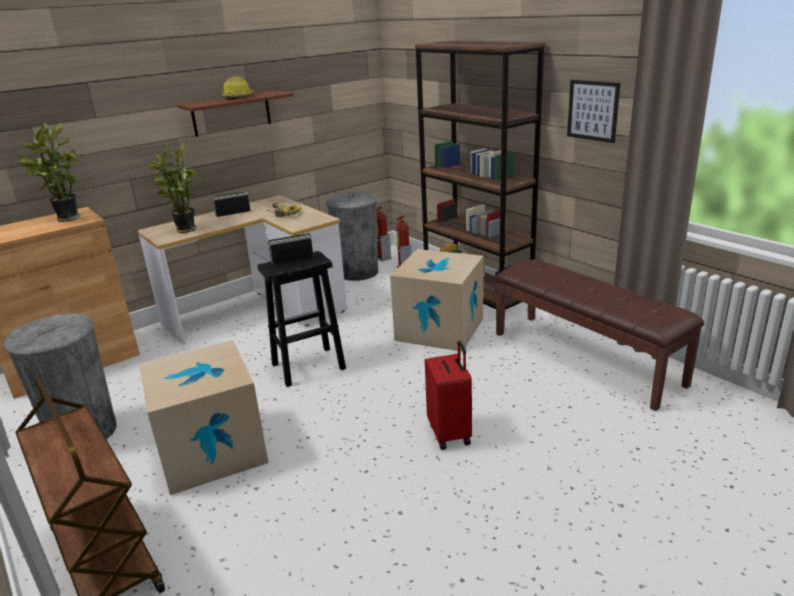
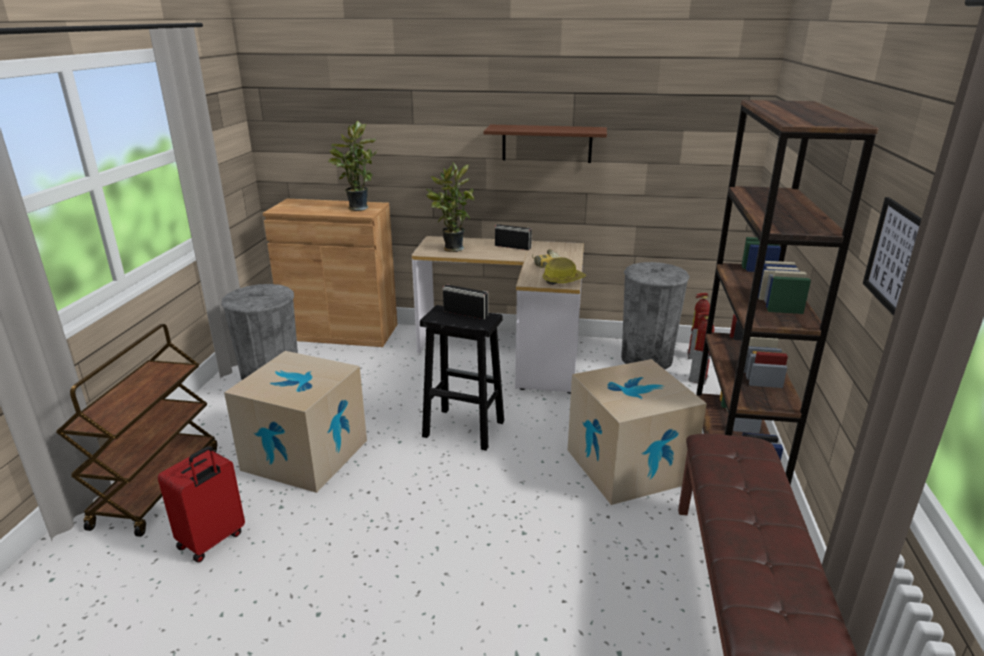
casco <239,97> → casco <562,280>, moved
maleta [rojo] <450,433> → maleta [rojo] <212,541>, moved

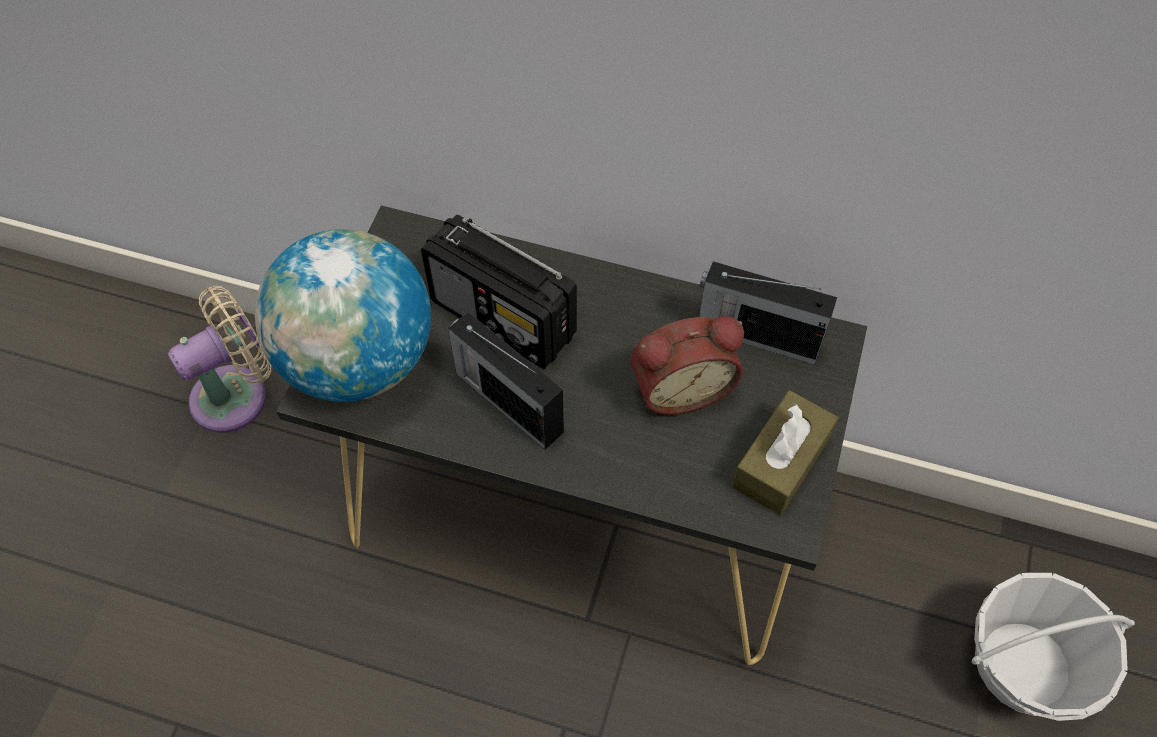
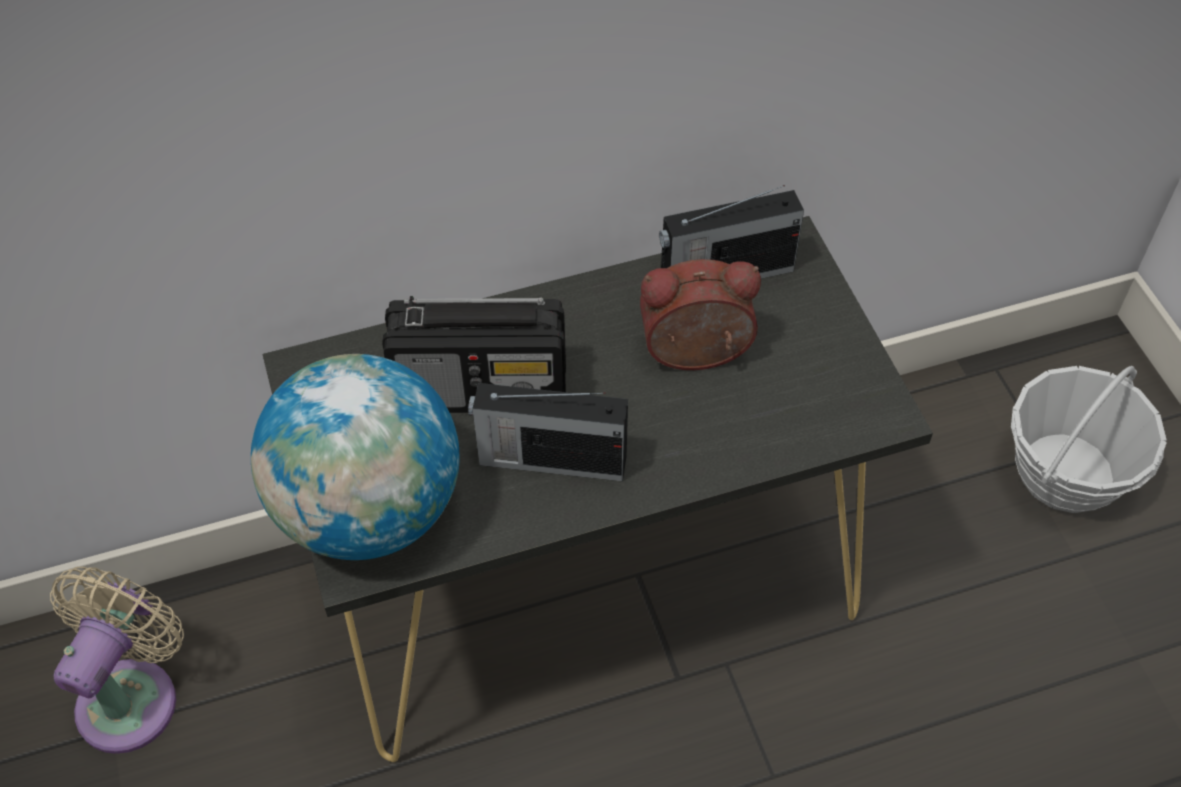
despertador <680,386> → despertador <696,355>, 135 degrees counterclockwise
caja de pañuelos [marrón] <781,462> → -

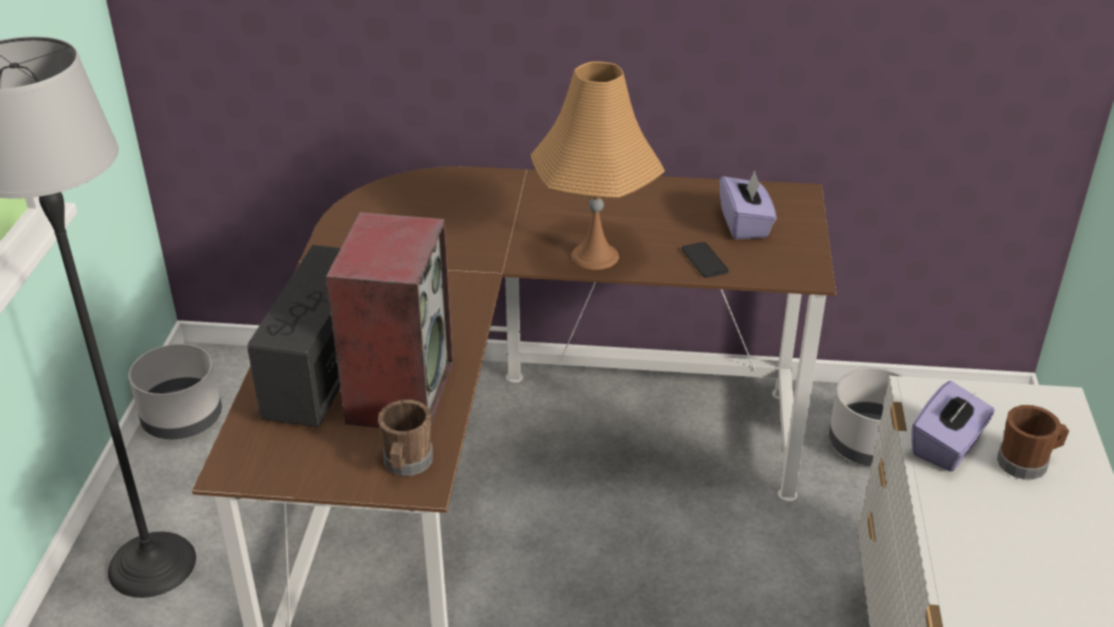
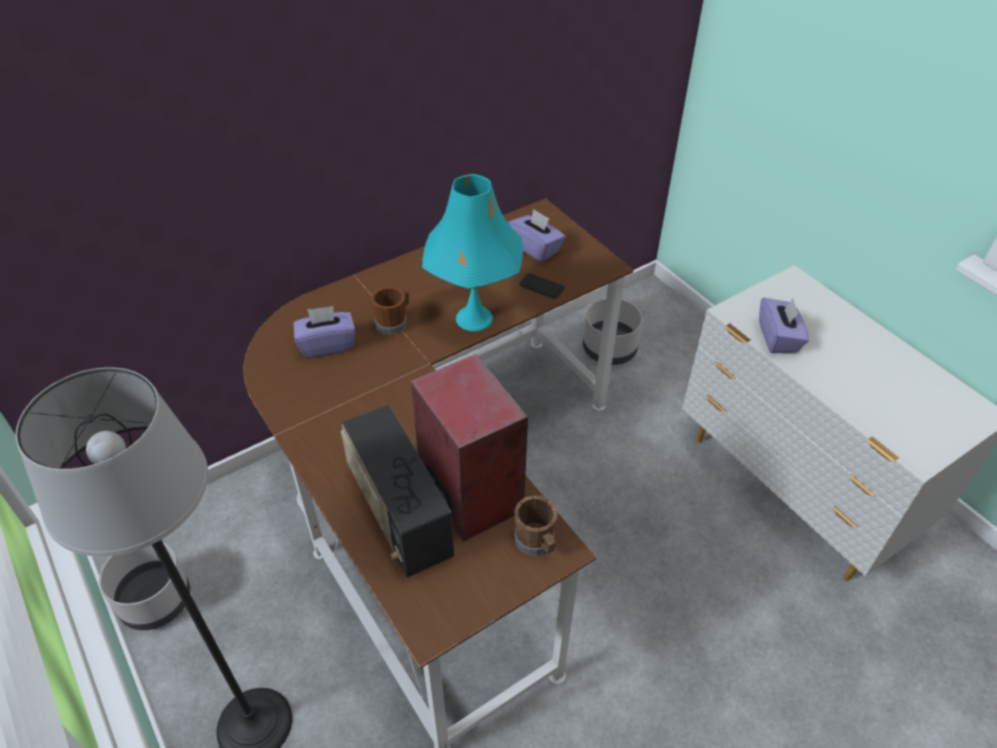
lámpara de mesa [naranja] <594,256> → lámpara de mesa [turquesa] <474,318>
taza grande [marrón] <1027,463> → taza grande [marrón] <394,322>, moved
- → caja de pañuelos [morado] <327,345>

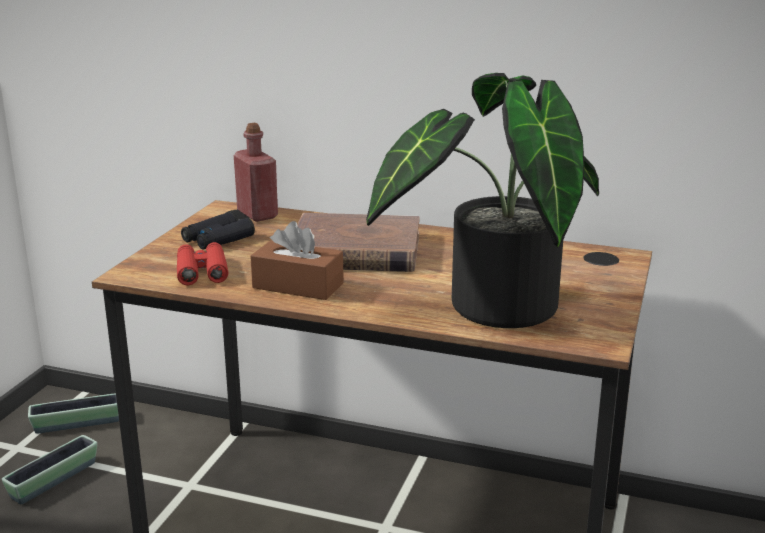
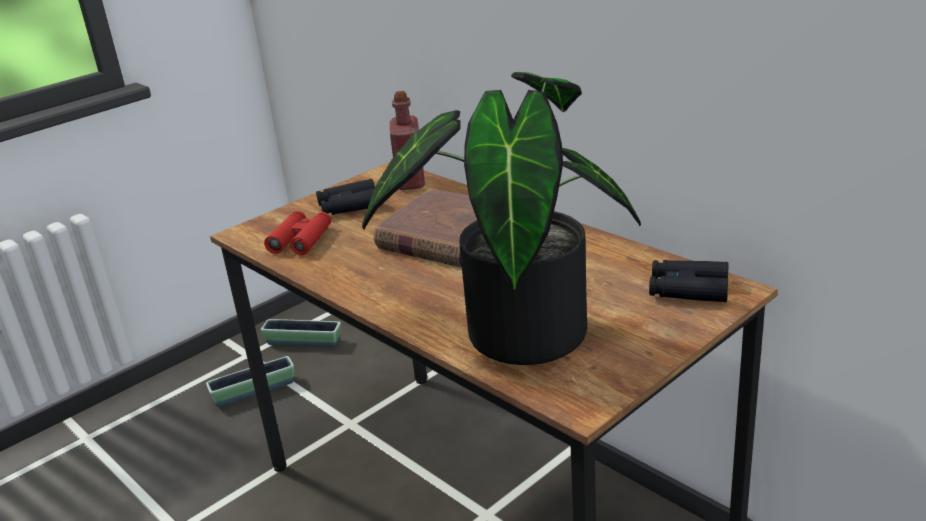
caja de pañuelos [marrón] <298,286> → -
- → prismáticos [negro] <688,289>

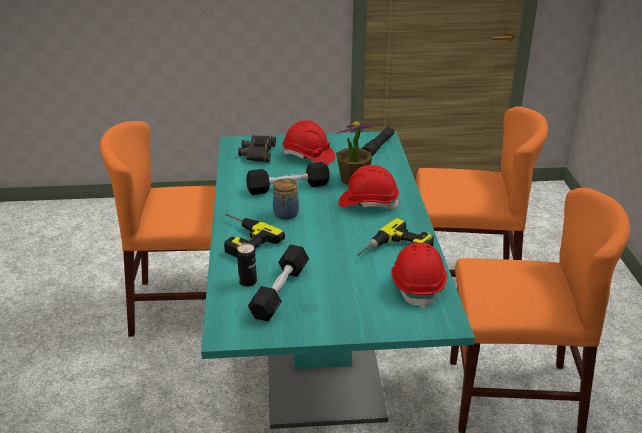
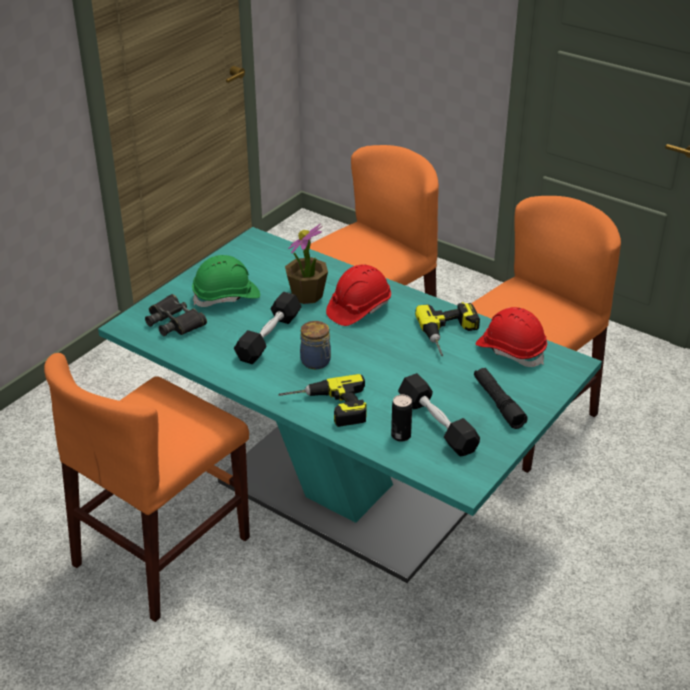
casco [rojo] <308,156> → casco [verde] <226,297>
linterna [negro] <377,147> → linterna [negro] <498,403>, moved

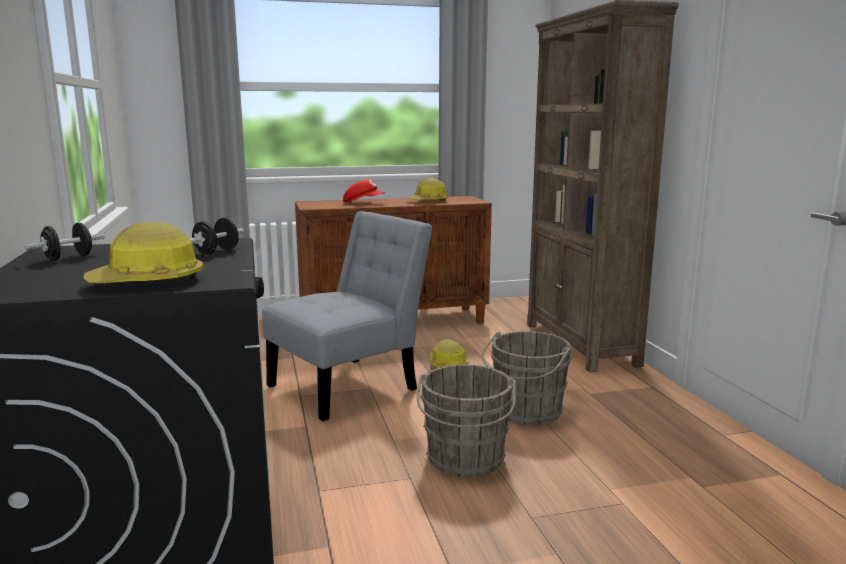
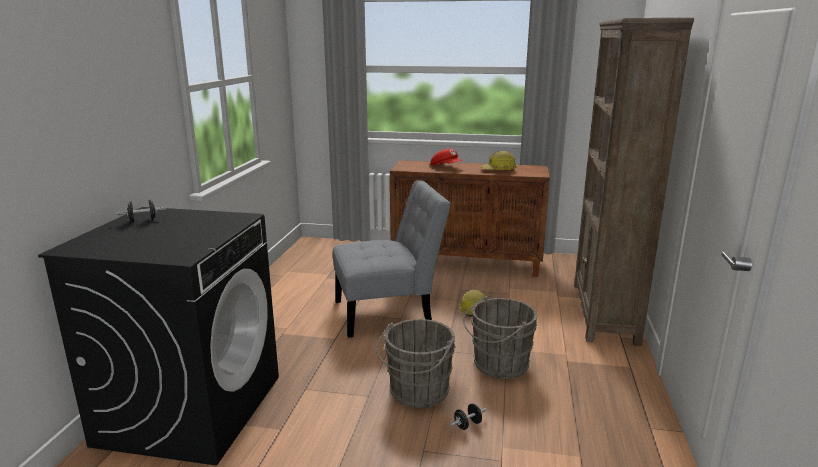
mancuerna [negro] <216,252> → mancuerna [negro] <467,425>, moved
casco <148,282> → -

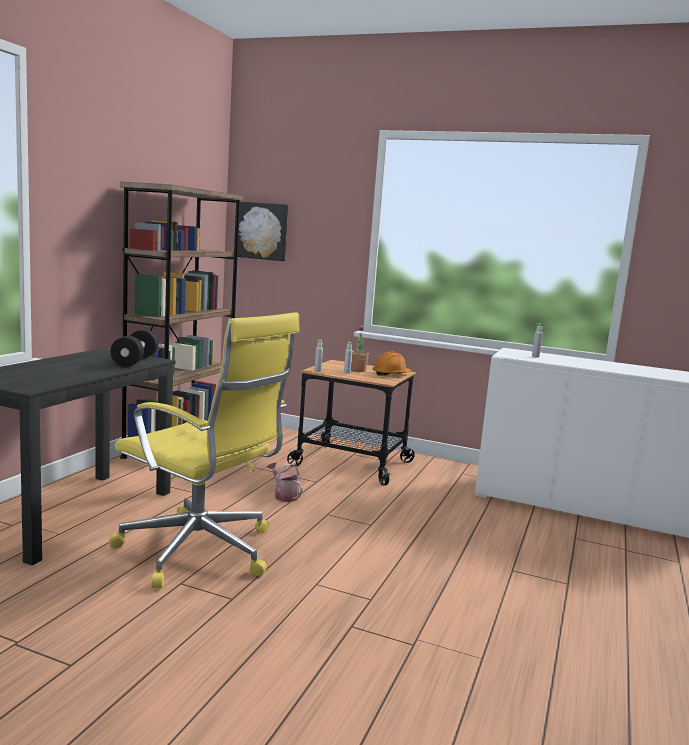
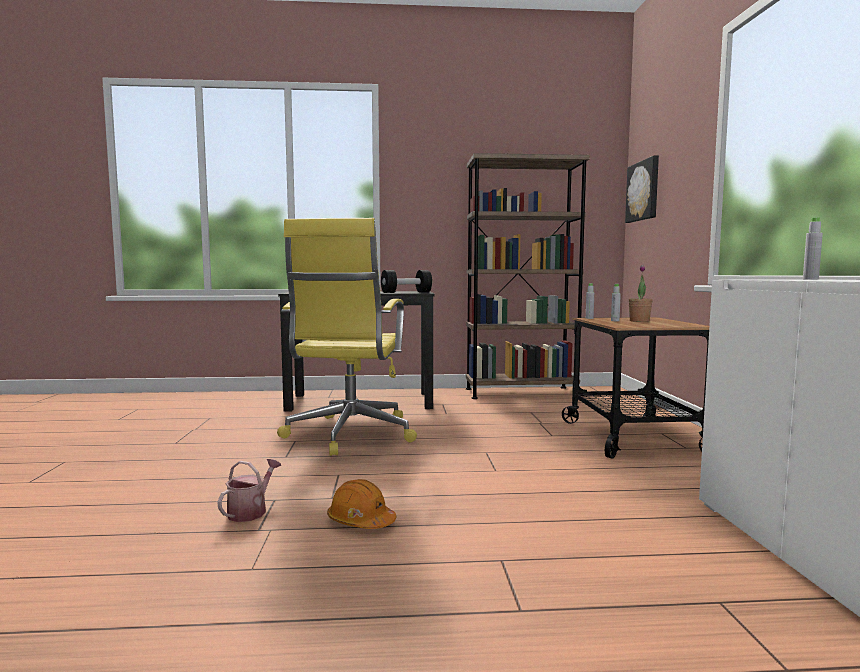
casco [naranja] <391,374> → casco [naranja] <360,521>, moved
regadera <284,496> → regadera <250,511>, moved

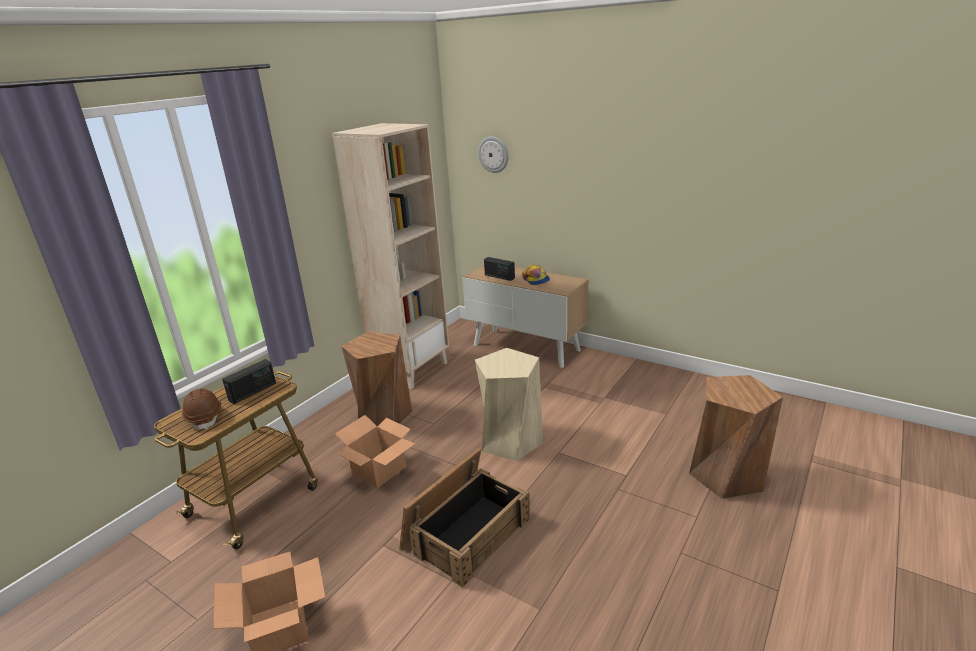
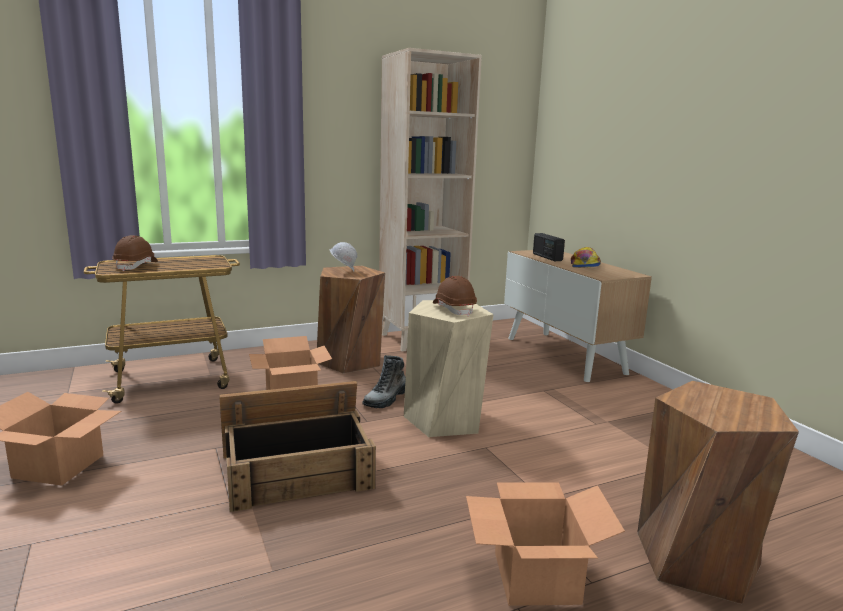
reloj de pared <493,154> → -
radio <253,392> → -
- → casco [blanco] <343,271>
- → casco [marrón] <454,309>
- → bota <386,399>
- → caja de cartón <537,578>

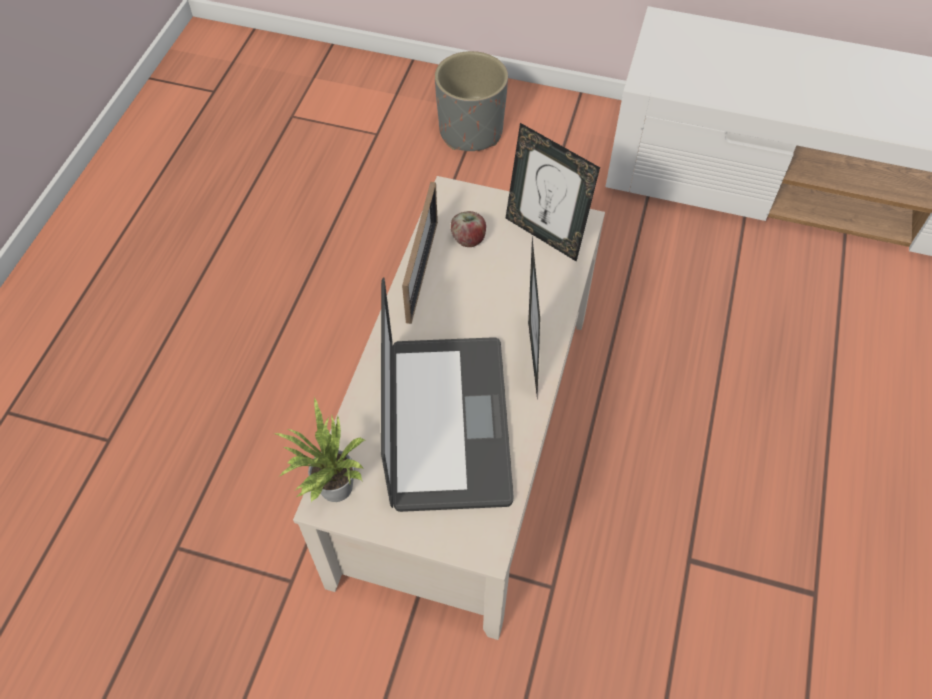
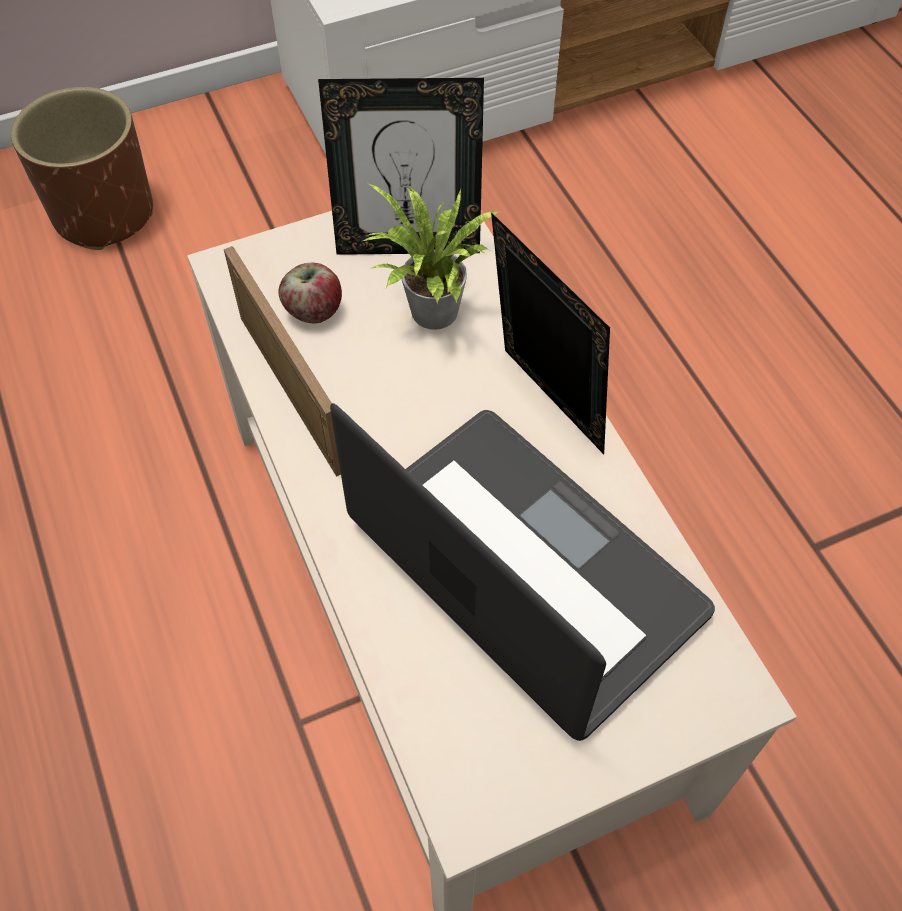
maceta [gris] <471,131> → maceta [marrón] <104,213>
planta en maceta <331,488> → planta en maceta <431,316>, moved

